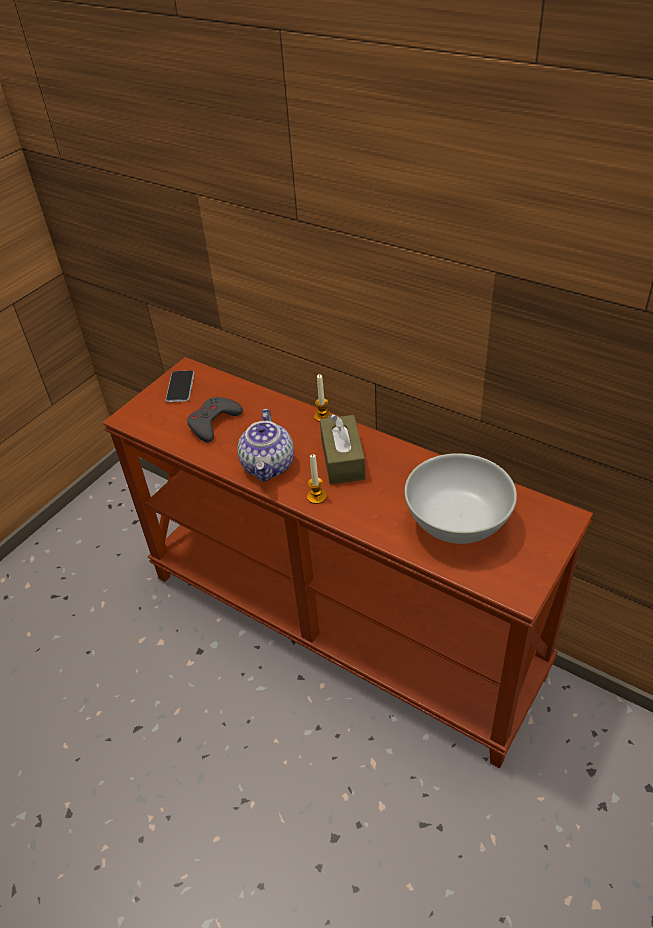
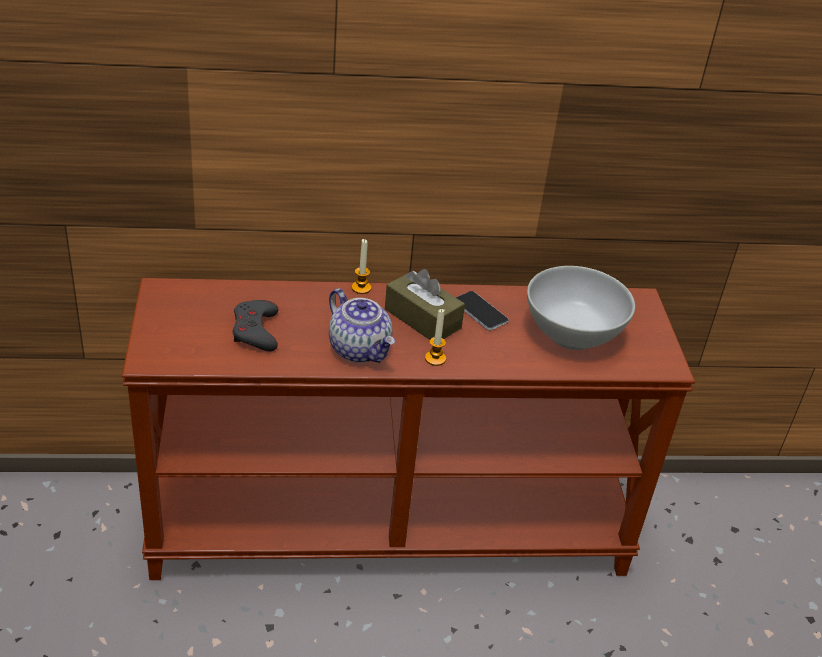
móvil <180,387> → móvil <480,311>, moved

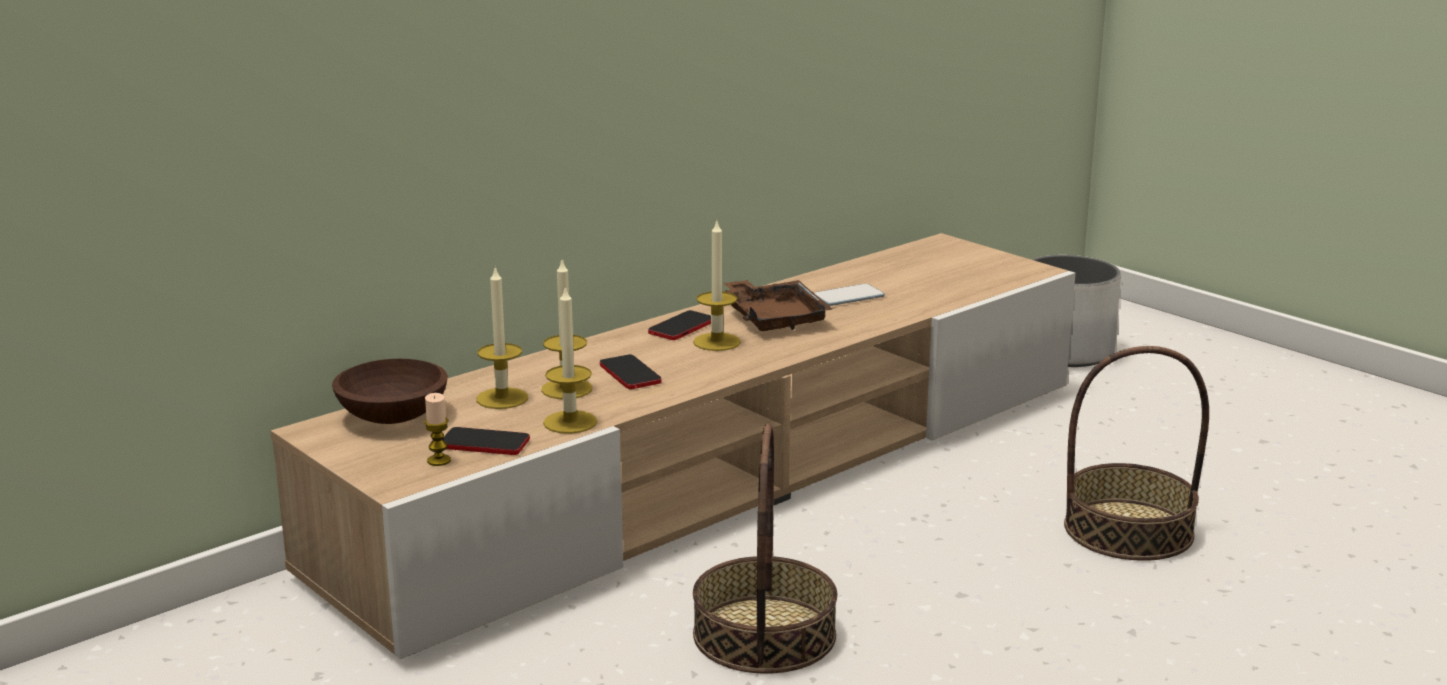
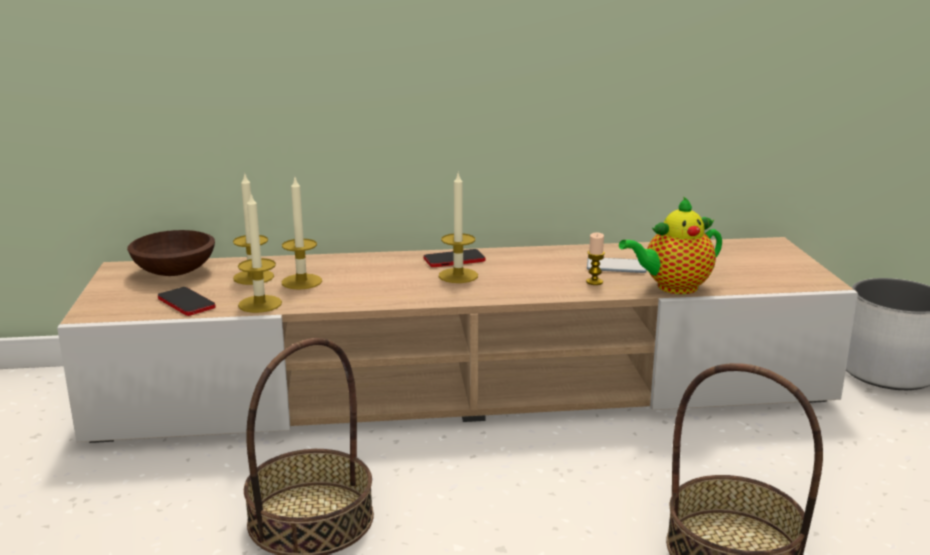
bandeja [marrón] <774,318> → -
móvil <630,374> → -
vela <439,460> → vela <594,282>, moved
- → tetera <673,287>

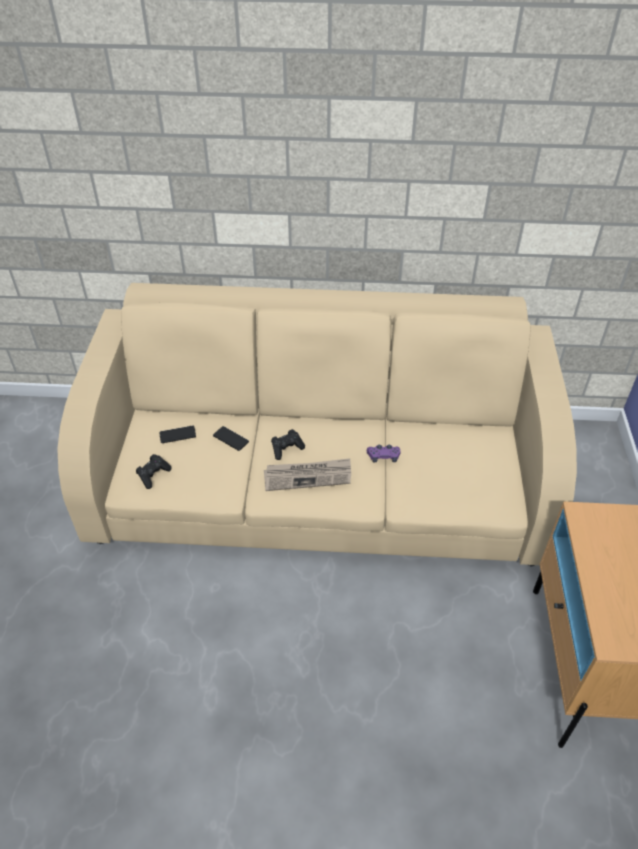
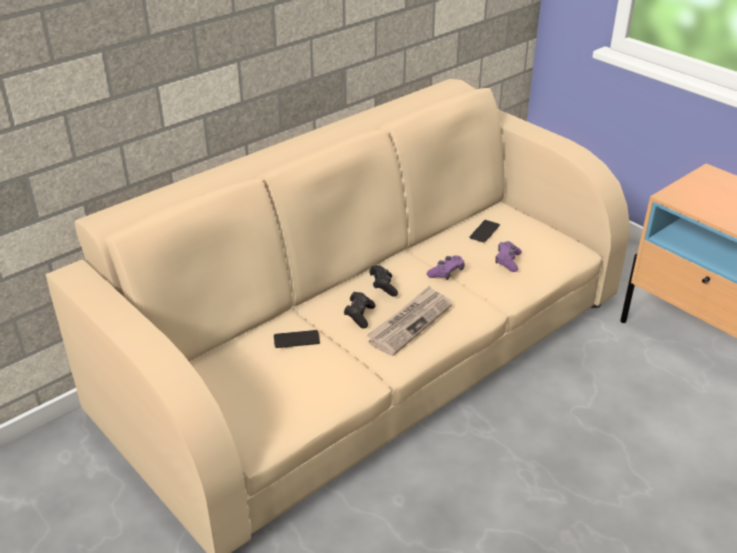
móvil <177,435> → móvil <484,231>, moved
mando de consola [negro] <153,475> → mando de consola [negro] <383,287>, moved
- → mando de consola [morado] <507,261>

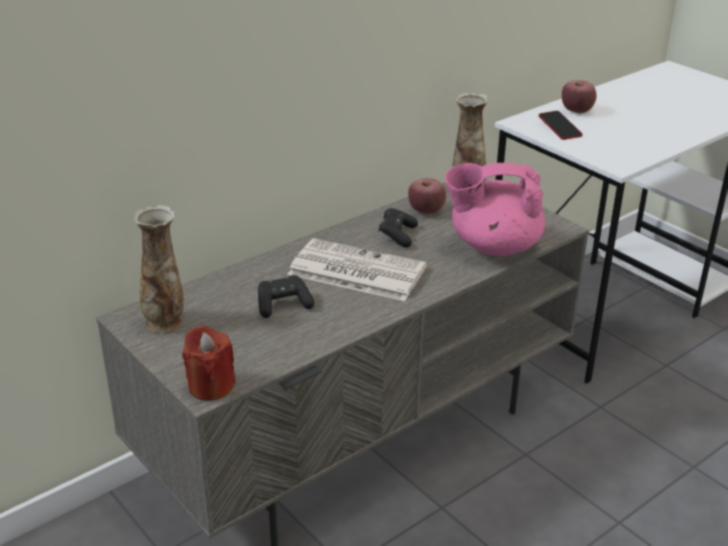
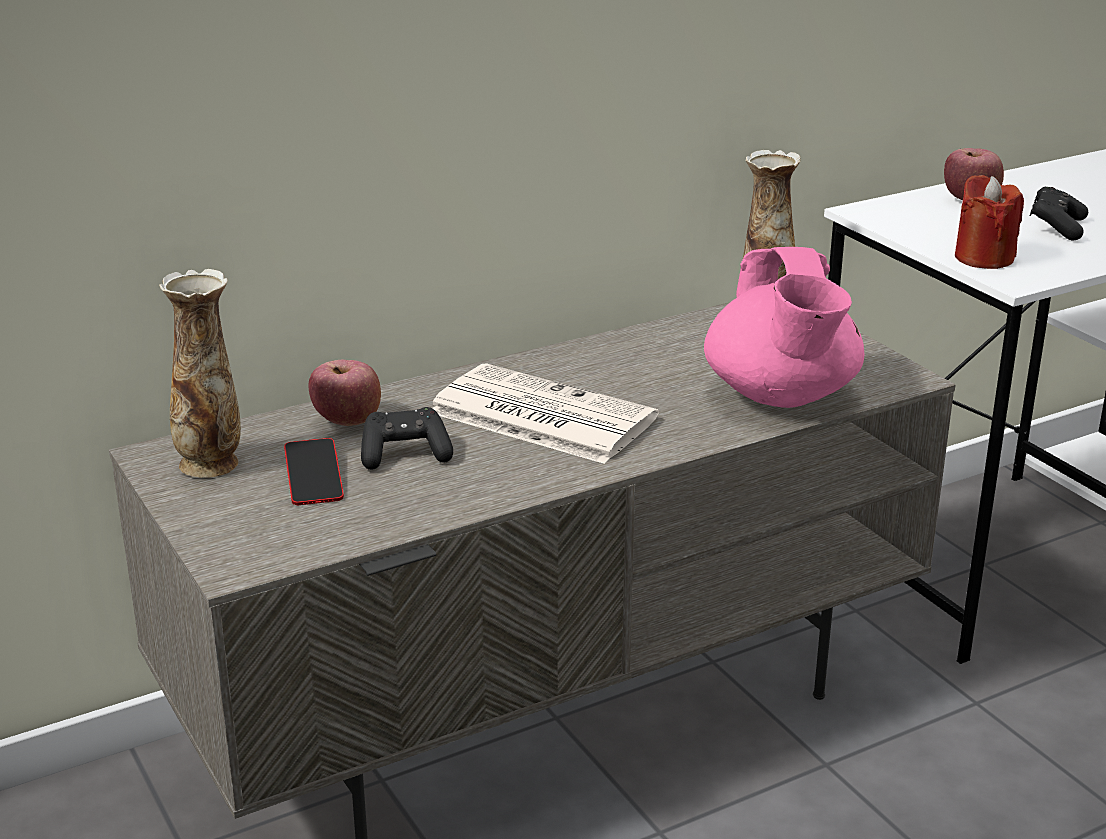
móvil <559,128> → móvil <314,478>, moved
tetera [rosa] <493,246> → tetera [rosa] <781,396>, 105 degrees counterclockwise
manzana <426,211> → manzana <347,420>, moved
mando de consola [negro] <397,235> → mando de consola [negro] <1056,227>, moved
vela [rojo] <211,386> → vela [rojo] <984,258>, moved

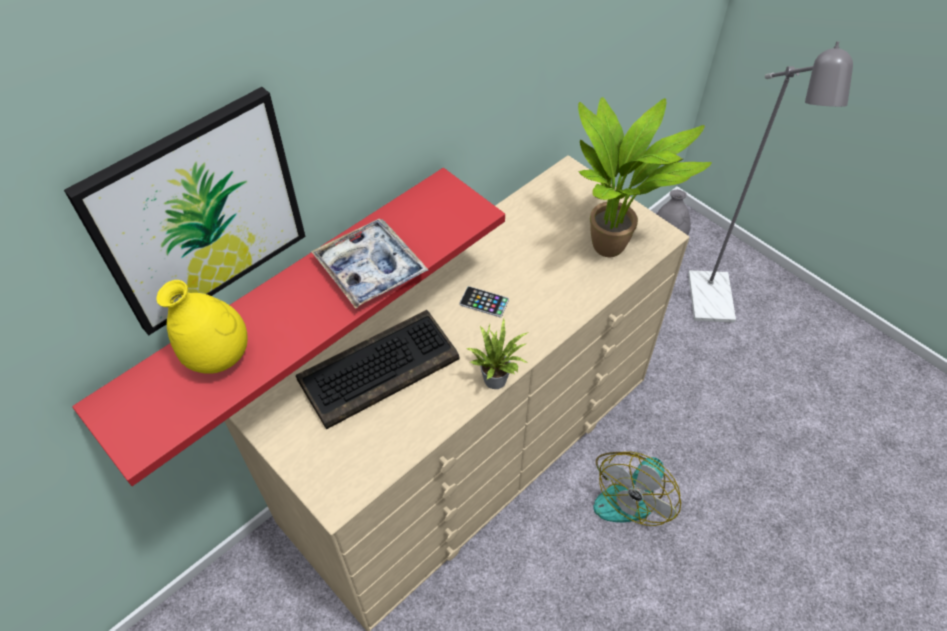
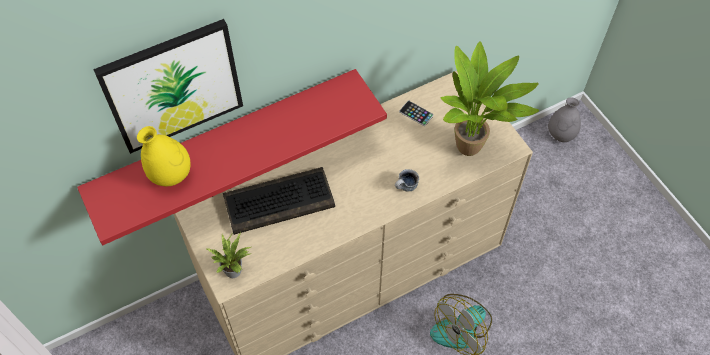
lámpara de pie [gris] <712,307> → -
bandeja <370,269> → -
móvil <484,302> → móvil <416,113>, moved
planta en maceta <496,377> → planta en maceta <235,269>, moved
- → taza grande <405,187>

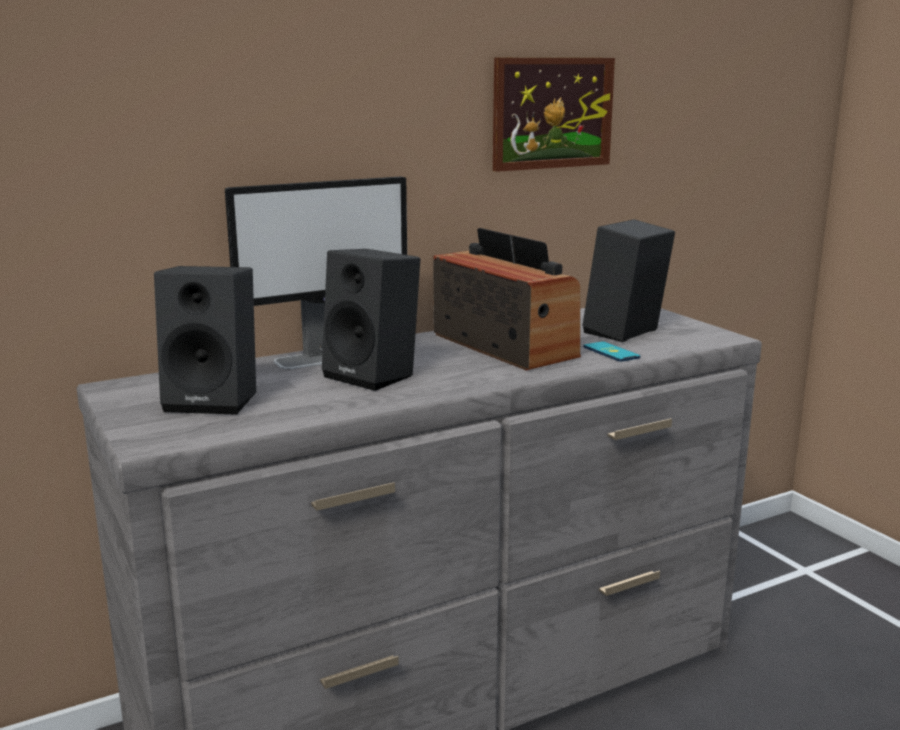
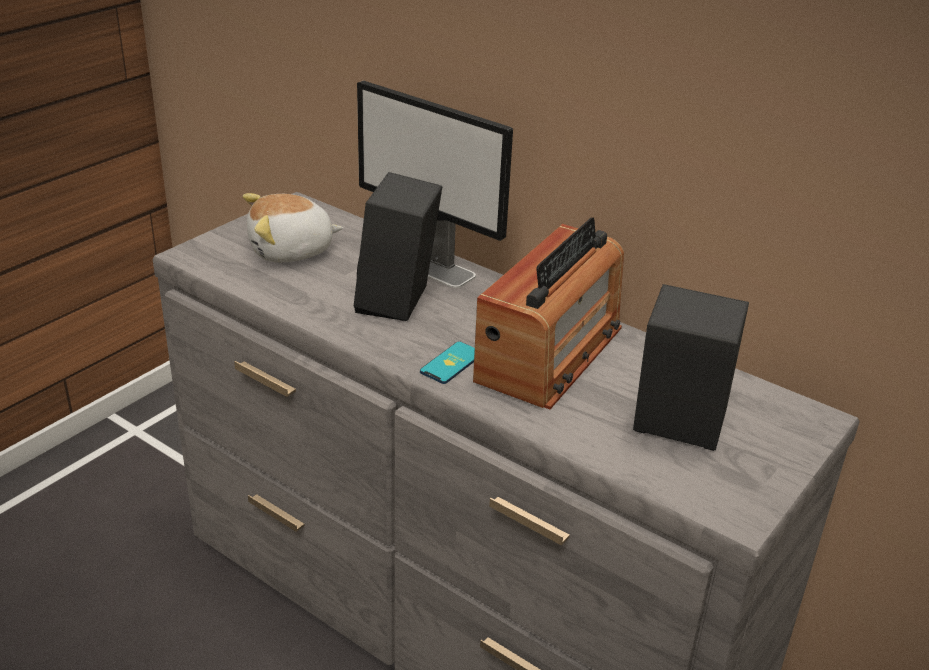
cuadro <552,113> → -
altavoz [negro] <216,400> → peluche <291,251>
móvil <611,352> → móvil <451,363>, moved

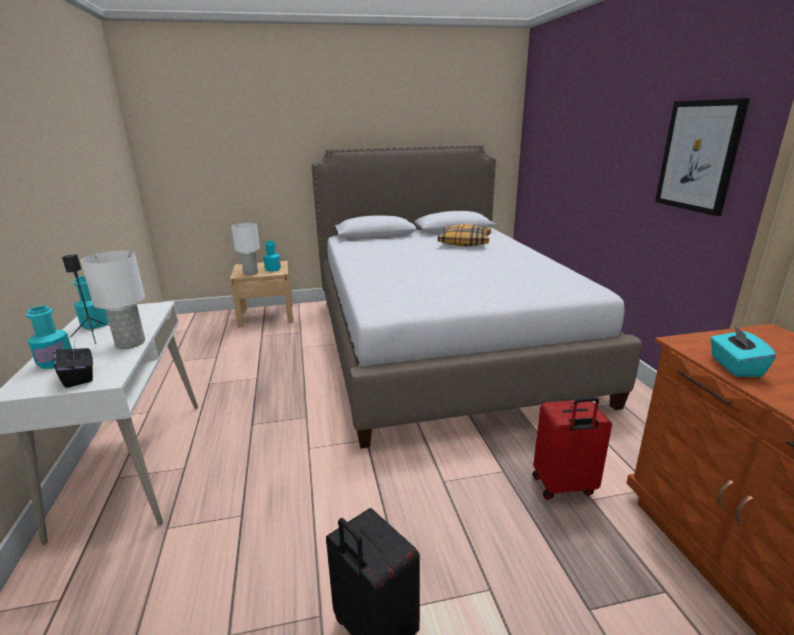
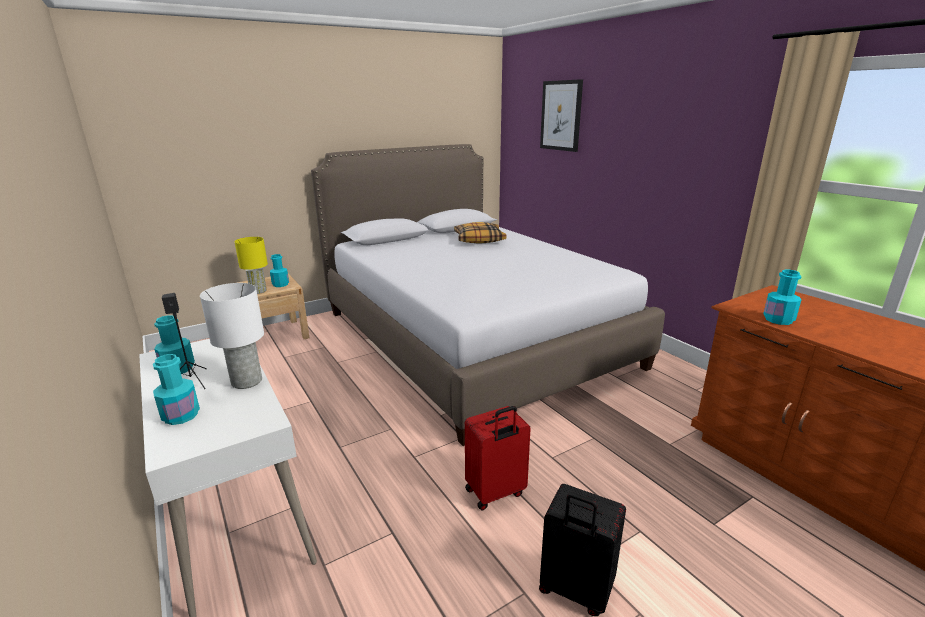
cuadro <699,156> → cuadro <561,115>, moved
lámpara de mesa [blanco] <250,273> → lámpara de mesa [amarillo] <257,291>
caja de pañuelos [turquesa] <735,367> → botella [turquesa] <778,320>
caja de pañuelos [negro] <79,377> → -
maleta [rojo] <564,486> → maleta [rojo] <495,493>, moved

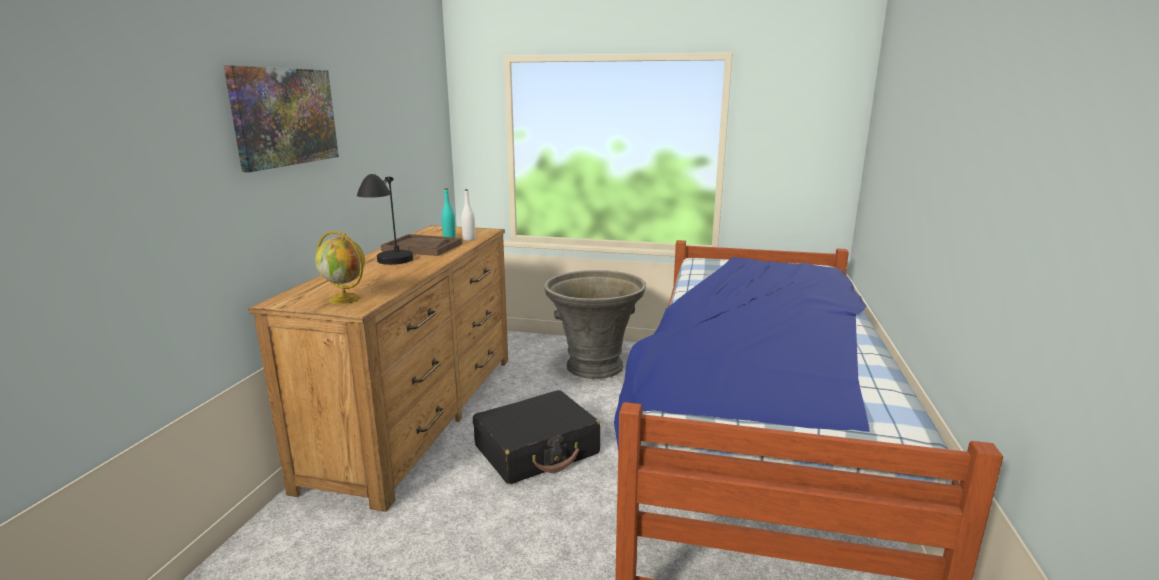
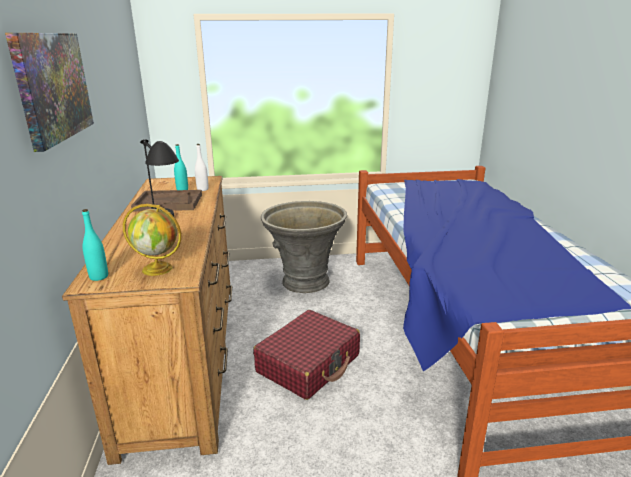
maleta [negro] <537,450> → maleta [rojo] <309,364>
- → botella [turquesa] <99,277>

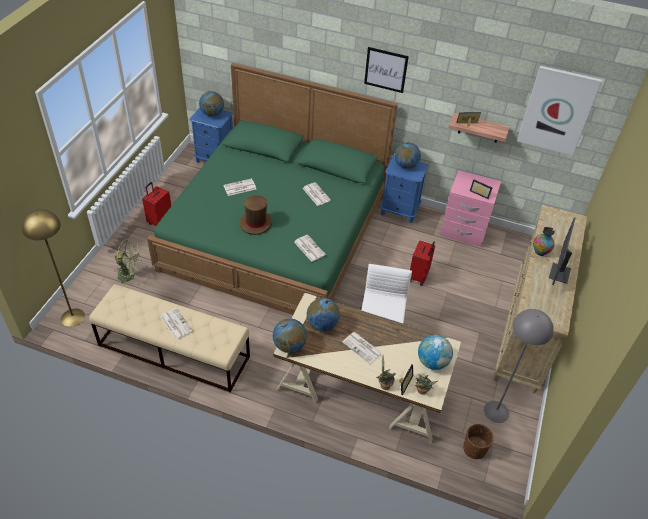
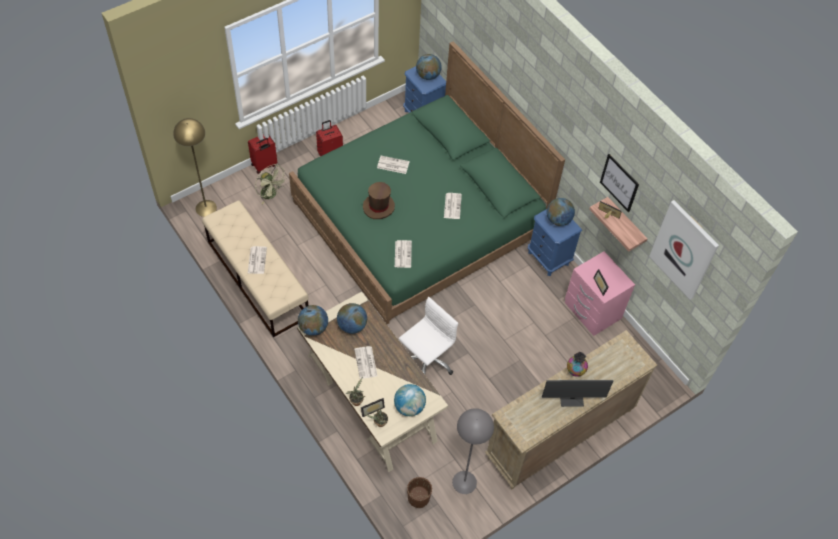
cuadro <386,70> → cuadro <619,183>, moved
monitor <558,273> → monitor <571,399>, 150 degrees counterclockwise
maleta [rojo] <419,276> → maleta [rojo] <264,165>, moved

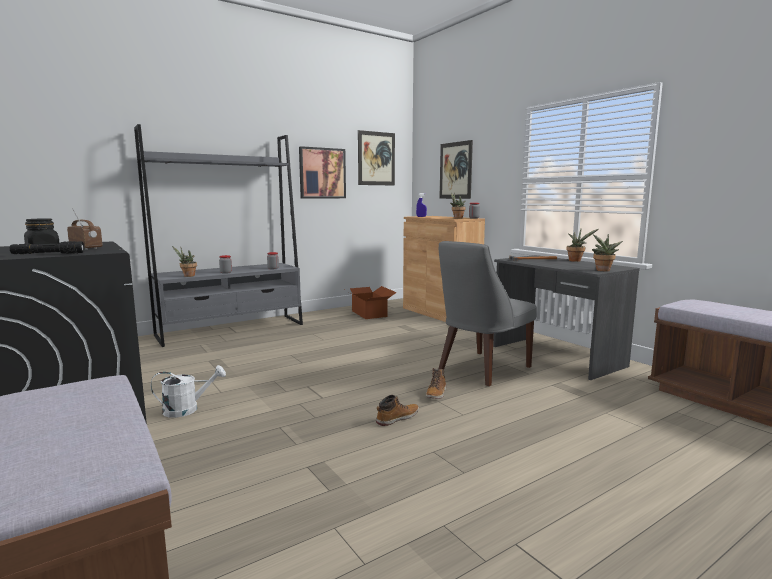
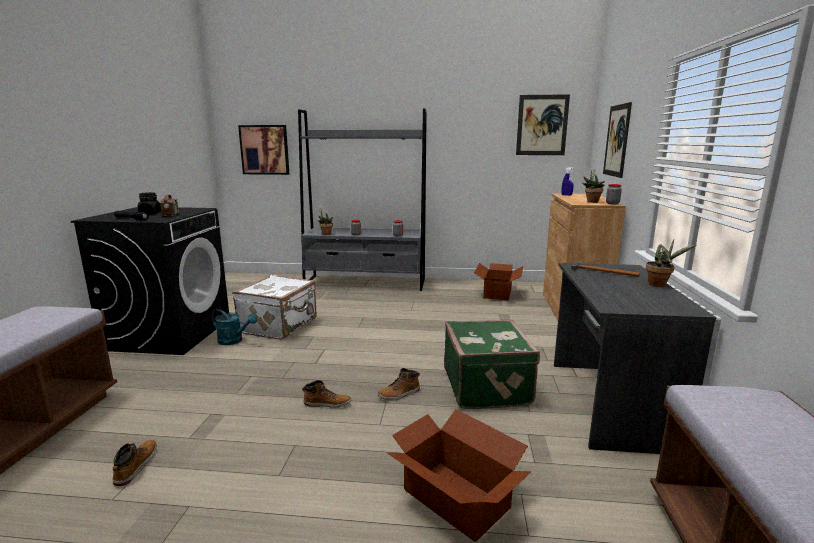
cuadro <322,173> → cuadro <264,150>, moved
planta en maceta <603,270> → -
silla [gris] <481,369> → maleta [verde] <487,386>
regadera [blanco] <187,409> → regadera [turquesa] <234,341>
- → maleta [blanco] <280,325>
- → caja de cartón <456,499>
- → bota <135,466>

